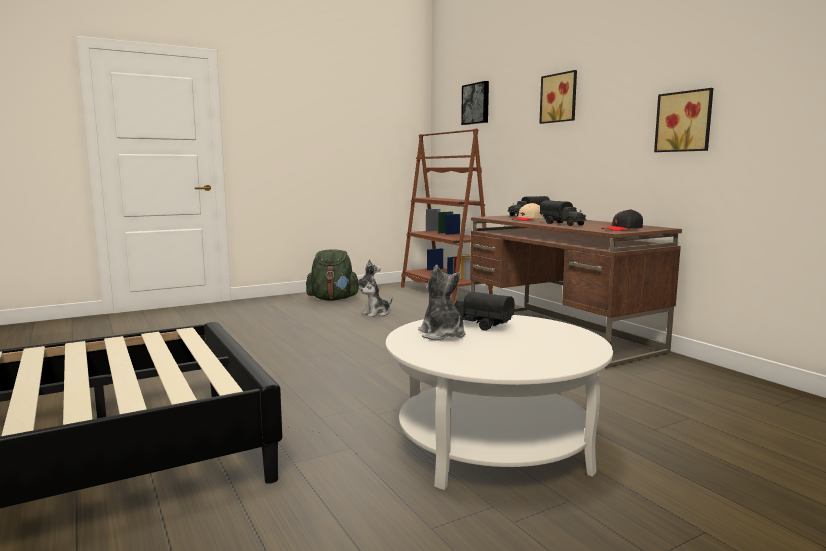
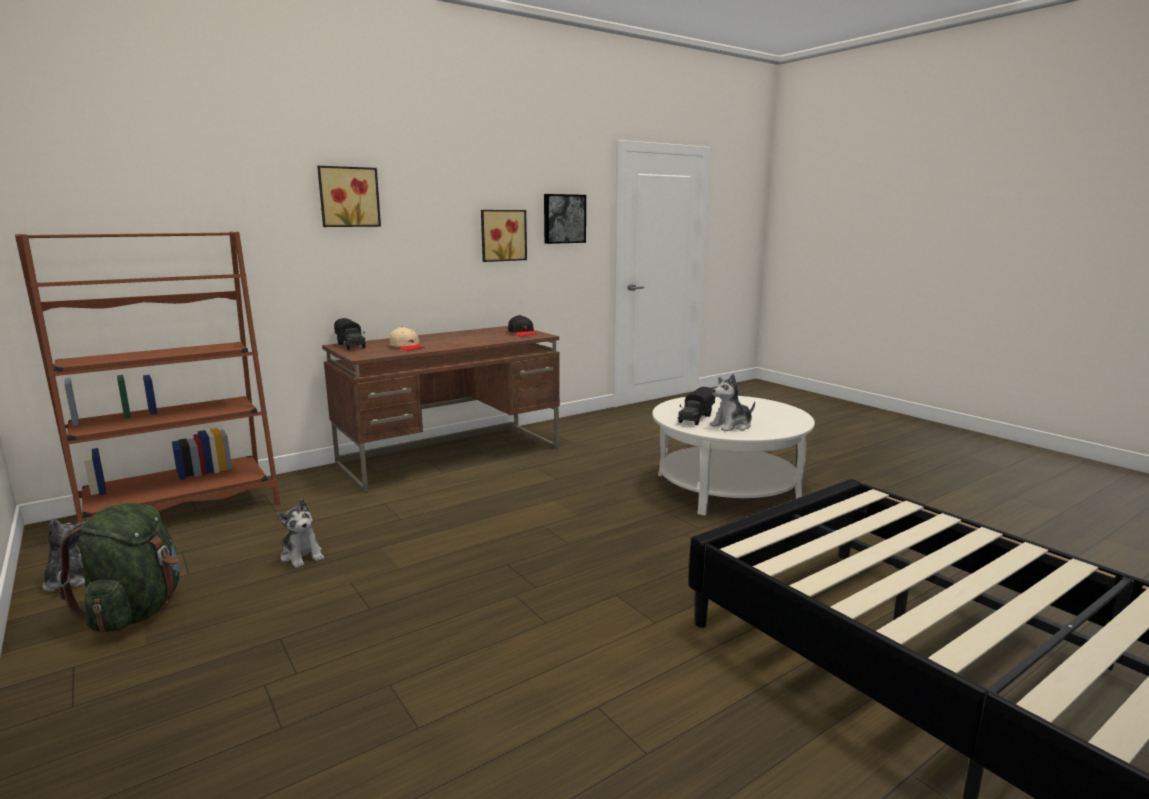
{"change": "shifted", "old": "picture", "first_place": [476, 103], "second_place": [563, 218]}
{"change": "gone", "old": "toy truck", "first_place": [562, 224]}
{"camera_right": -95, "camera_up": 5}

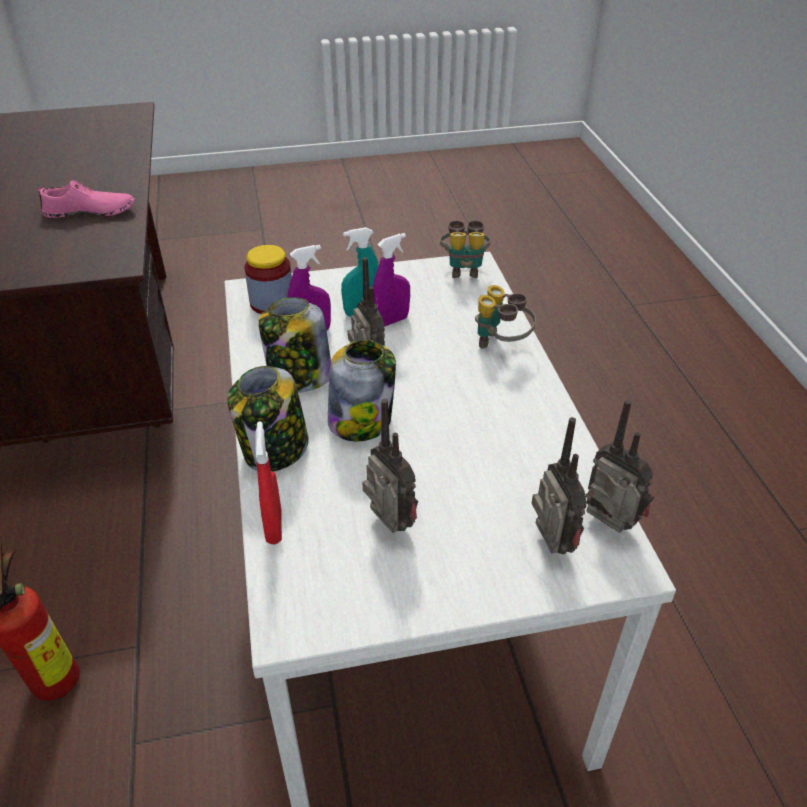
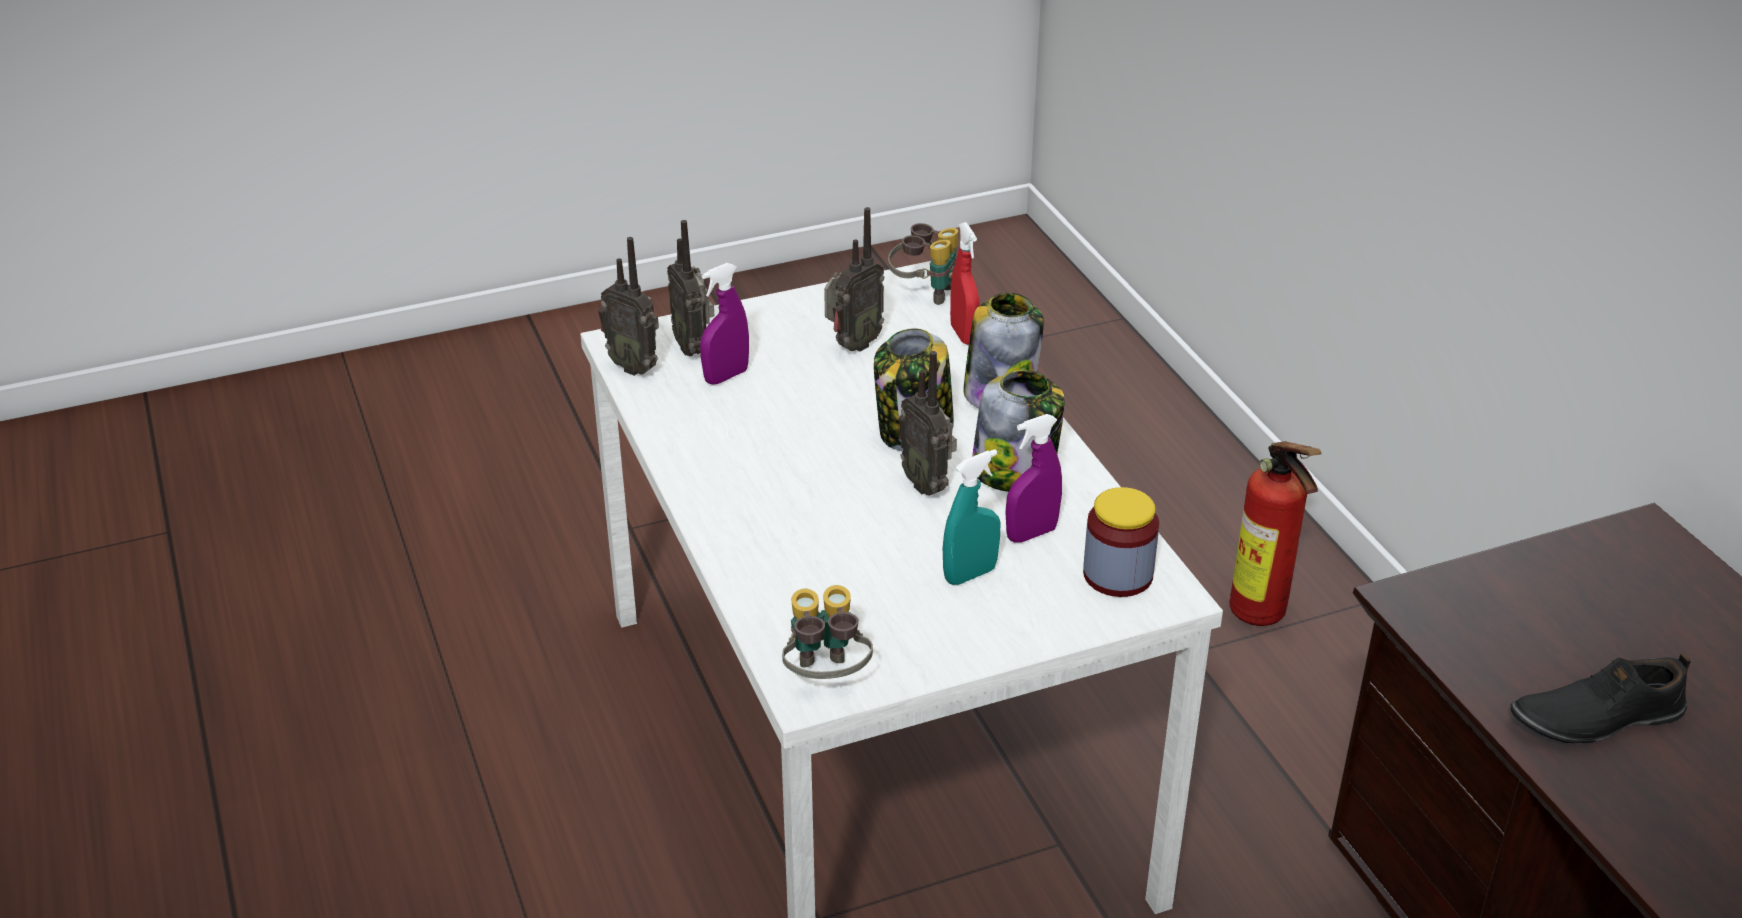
{"change": "repainted", "old": "shoe in pink", "new": "shoe in black", "first_place": [90, 212], "second_place": [1595, 717]}
{"change": "shifted", "old": "spray bottle in purple", "first_place": [391, 321], "second_place": [726, 376]}
{"change": "shifted", "old": "binoculars", "first_place": [501, 345], "second_place": [925, 292]}
{"change": "rotated", "old": "radio", "first_place": [389, 527], "second_place": [852, 346], "degrees": -90}
{"camera_right": 170, "camera_up": -5}

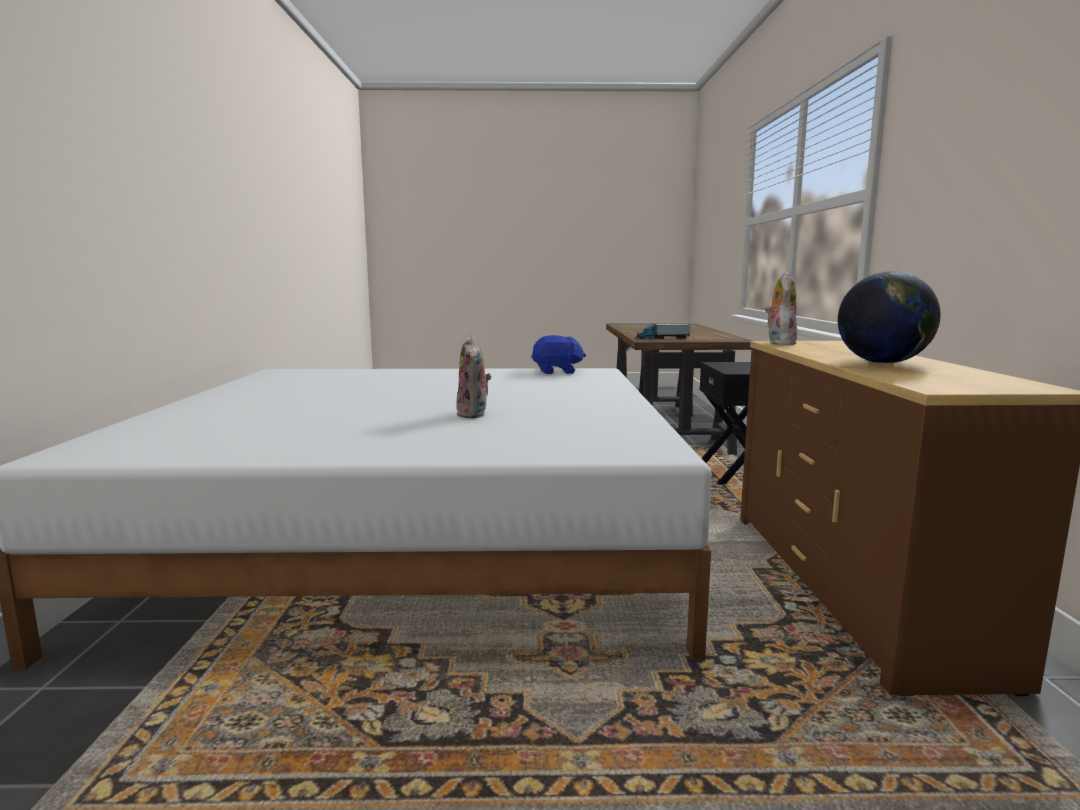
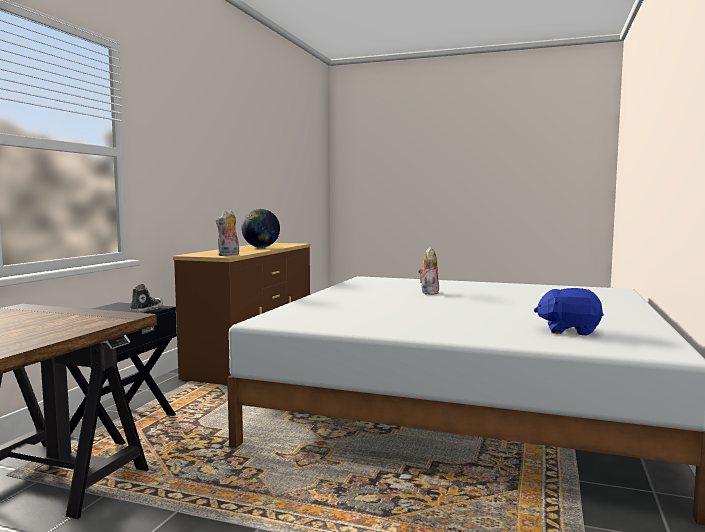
{"change": "gone", "old": "toy truck", "first_place": [662, 338]}
{"change": "shifted", "old": "plush toy in blue", "first_place": [557, 372], "second_place": [569, 331]}
{"change": "new", "new": "shoe", "second_place": [146, 310]}
{"camera_right": -160, "camera_up": -5}

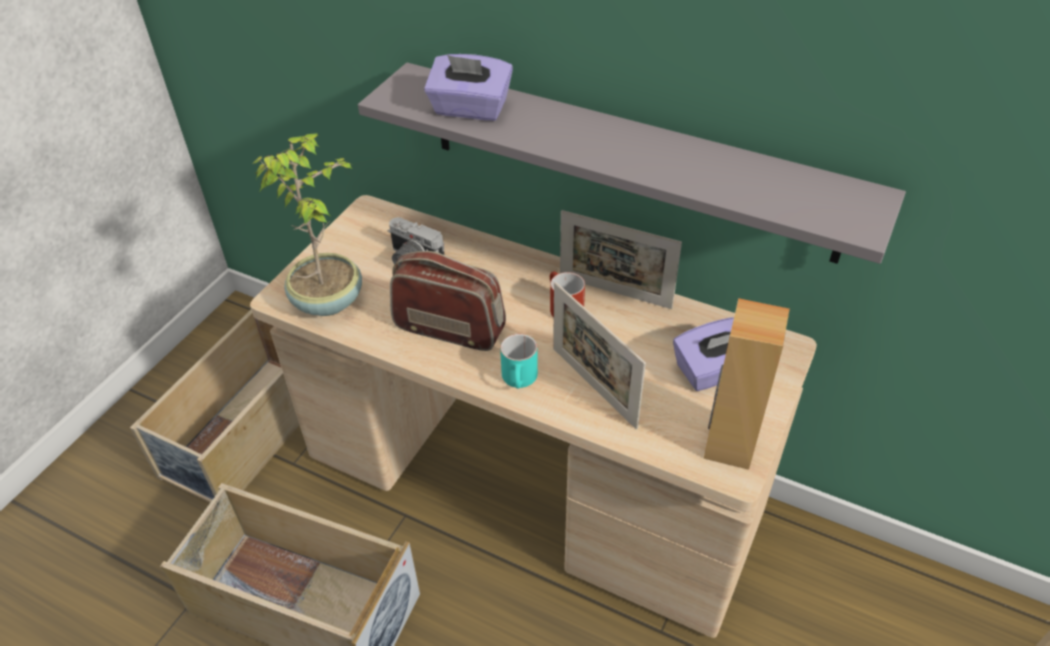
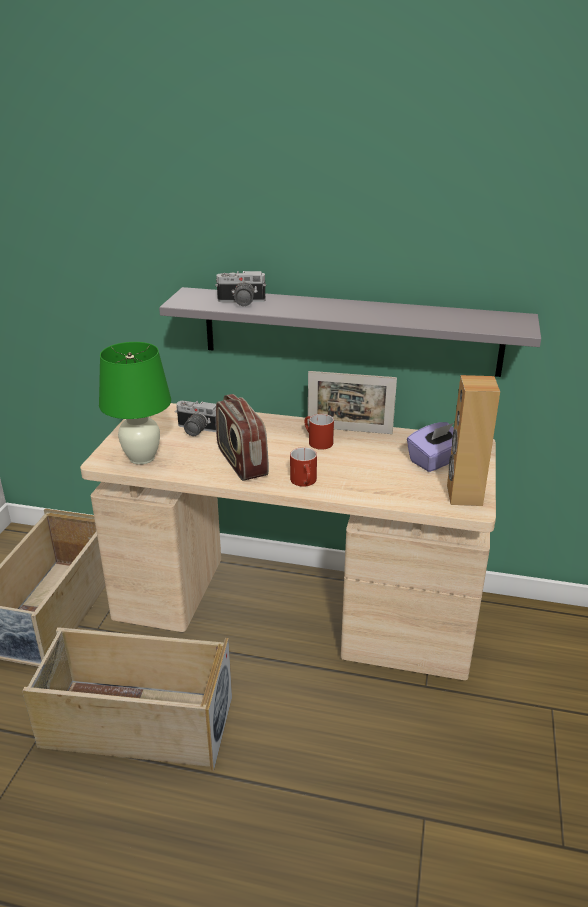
{"change": "swapped", "old": "tissue box in purple", "new": "photo camera", "first_place": [470, 109], "second_place": [241, 303]}
{"change": "swapped", "old": "potted plant", "new": "table lamp in green", "first_place": [328, 299], "second_place": [142, 458]}
{"change": "rotated", "old": "radio", "first_place": [450, 328], "second_place": [241, 462], "degrees": -120}
{"change": "gone", "old": "picture frame", "first_place": [593, 387]}
{"change": "repainted", "old": "mug in turquoise", "new": "mug in red", "first_place": [520, 380], "second_place": [305, 482]}
{"camera_right": -15, "camera_up": -15}

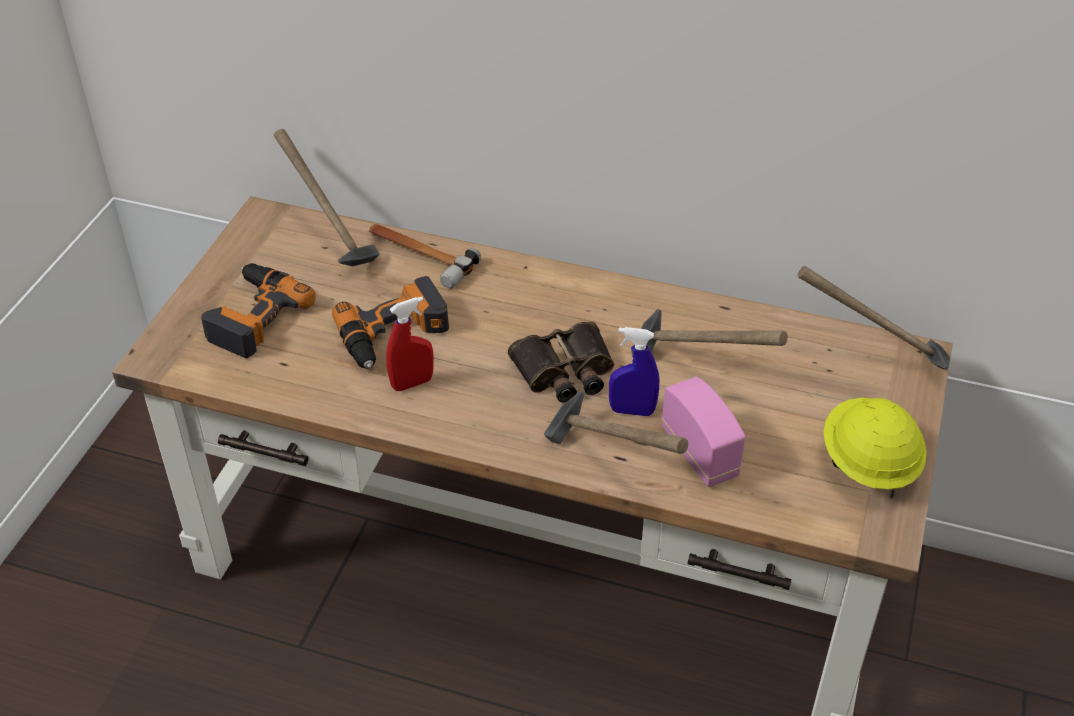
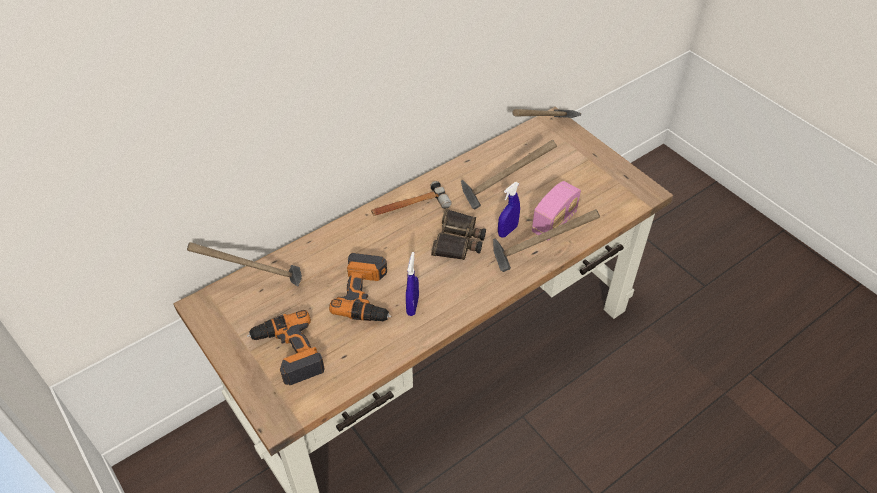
{"change": "shifted", "old": "hammer", "first_place": [419, 255], "second_place": [409, 207]}
{"change": "repainted", "old": "spray bottle in red", "new": "spray bottle in blue", "first_place": [412, 383], "second_place": [412, 306]}
{"change": "rotated", "old": "radio", "first_place": [699, 453], "second_place": [554, 223], "degrees": 120}
{"change": "gone", "old": "hard hat in yellow", "first_place": [868, 464]}
{"camera_right": -55, "camera_up": 5}

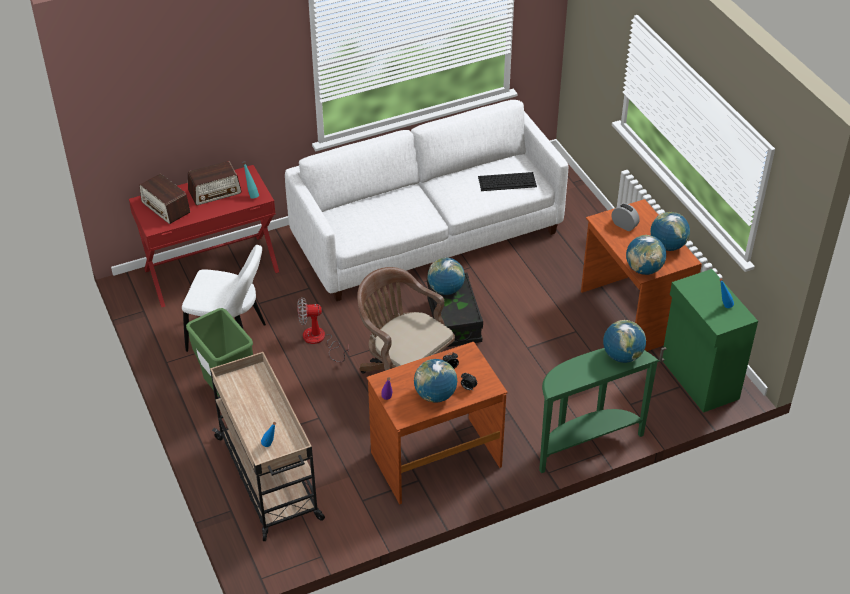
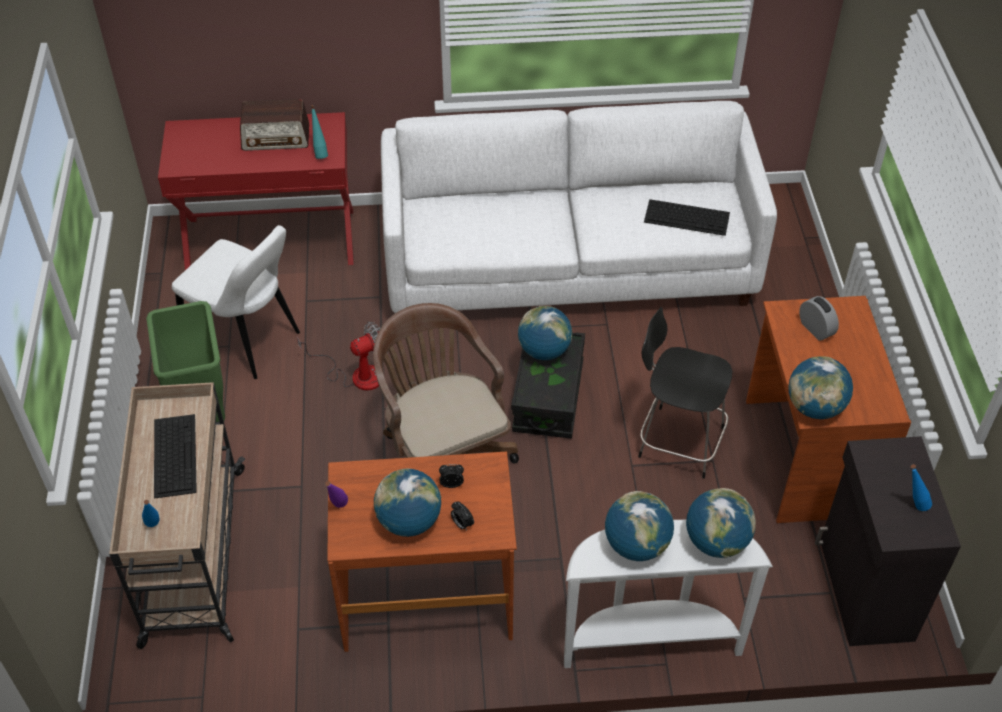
{"change": "gone", "old": "radio", "first_place": [166, 208]}
{"change": "shifted", "old": "globe", "first_place": [667, 246], "second_place": [636, 545]}
{"change": "repainted", "old": "cabinet in green", "new": "cabinet in black", "first_place": [698, 379], "second_place": [864, 590]}
{"change": "rotated", "old": "fan", "first_place": [319, 340], "second_place": [356, 374], "degrees": 135}
{"change": "repainted", "old": "console table in green", "new": "console table in white", "first_place": [585, 443], "second_place": [649, 640]}
{"change": "new", "new": "stool in black", "second_place": [677, 441]}
{"change": "new", "new": "keyboard", "second_place": [174, 454]}
{"camera_right": 20, "camera_up": 5}

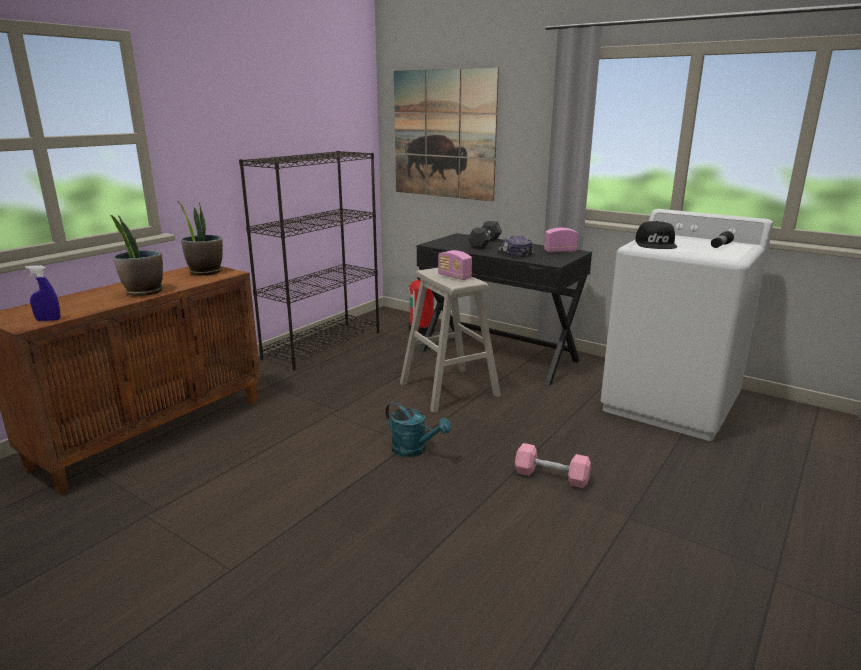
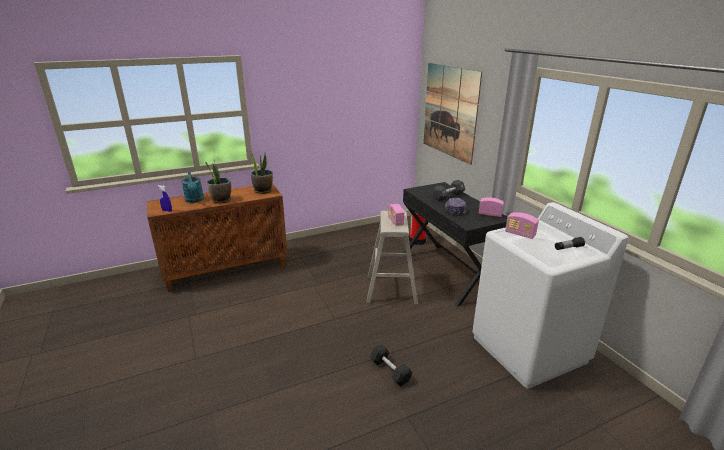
{"change": "gone", "old": "bookcase in black", "first_place": [323, 344]}
{"change": "swapped", "old": "cap in black", "new": "radio", "first_place": [656, 244], "second_place": [520, 234]}
{"change": "shifted", "old": "watering can in turquoise", "first_place": [414, 450], "second_place": [195, 200]}
{"change": "repainted", "old": "dumbbell in pink", "new": "dumbbell in black", "first_place": [551, 476], "second_place": [390, 371]}
{"camera_right": 30, "camera_up": 5}

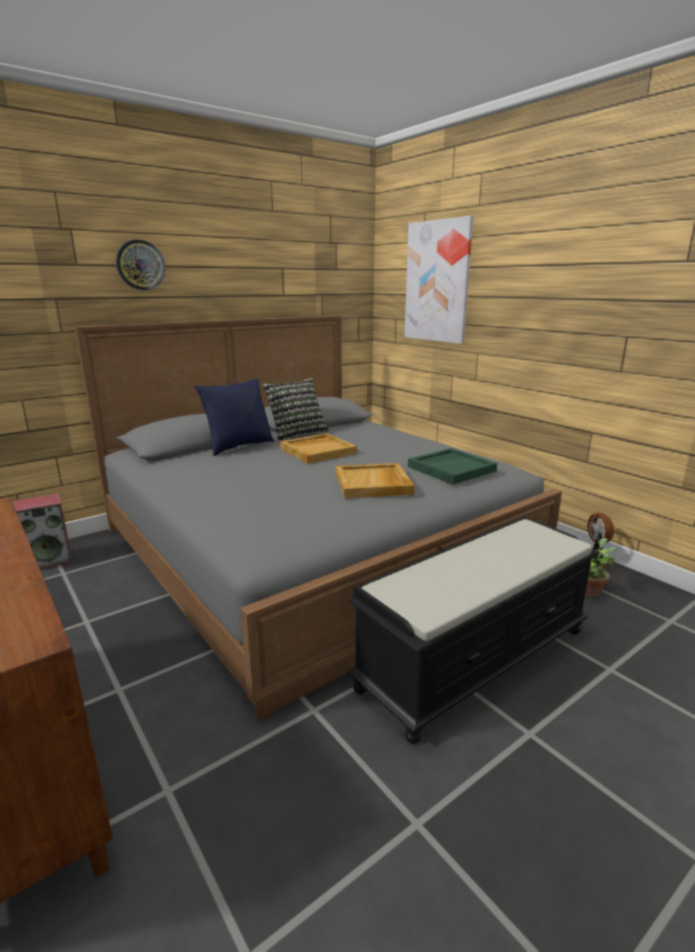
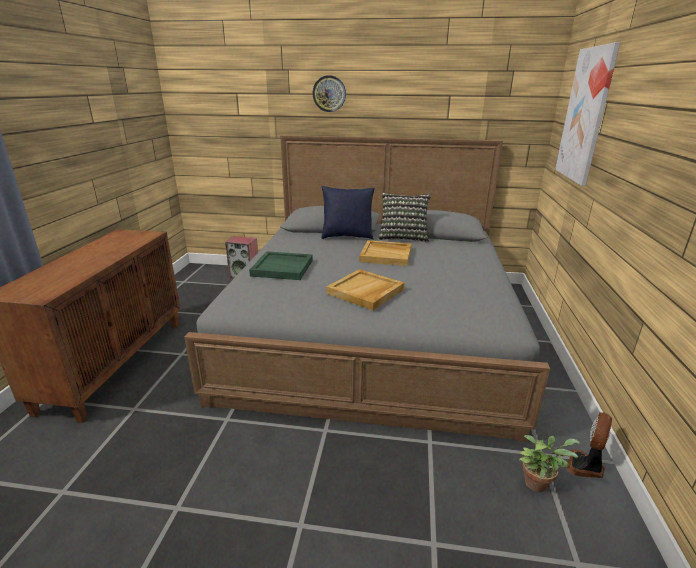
{"change": "shifted", "old": "tray in green", "first_place": [451, 468], "second_place": [283, 268]}
{"change": "gone", "old": "bench in black", "first_place": [474, 656]}
{"camera_right": 45, "camera_up": 5}

